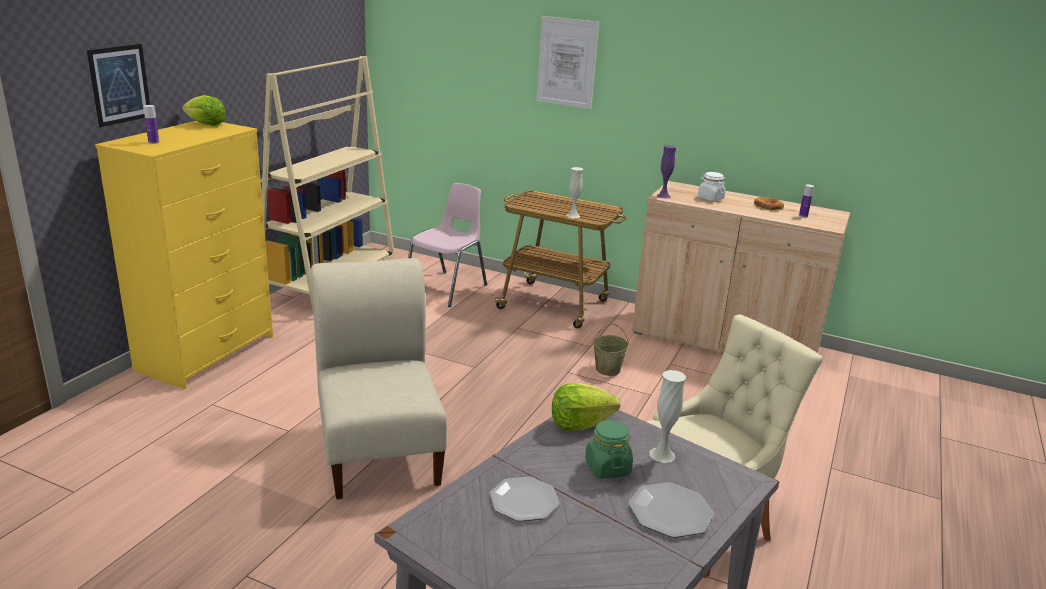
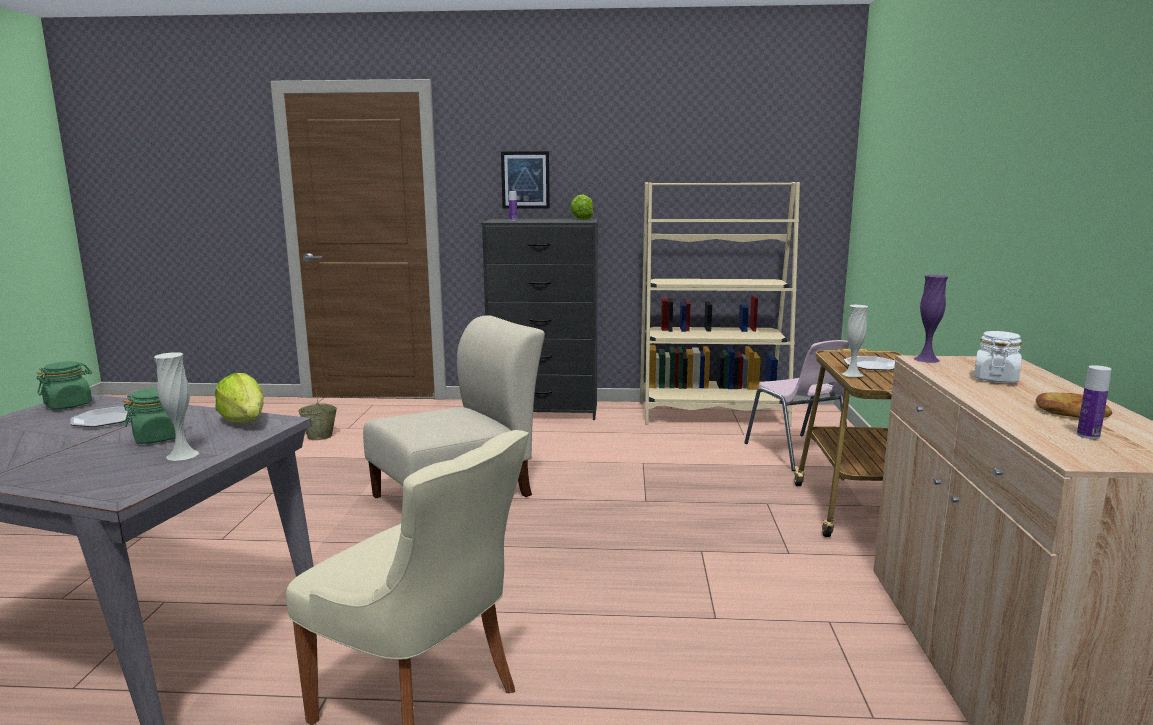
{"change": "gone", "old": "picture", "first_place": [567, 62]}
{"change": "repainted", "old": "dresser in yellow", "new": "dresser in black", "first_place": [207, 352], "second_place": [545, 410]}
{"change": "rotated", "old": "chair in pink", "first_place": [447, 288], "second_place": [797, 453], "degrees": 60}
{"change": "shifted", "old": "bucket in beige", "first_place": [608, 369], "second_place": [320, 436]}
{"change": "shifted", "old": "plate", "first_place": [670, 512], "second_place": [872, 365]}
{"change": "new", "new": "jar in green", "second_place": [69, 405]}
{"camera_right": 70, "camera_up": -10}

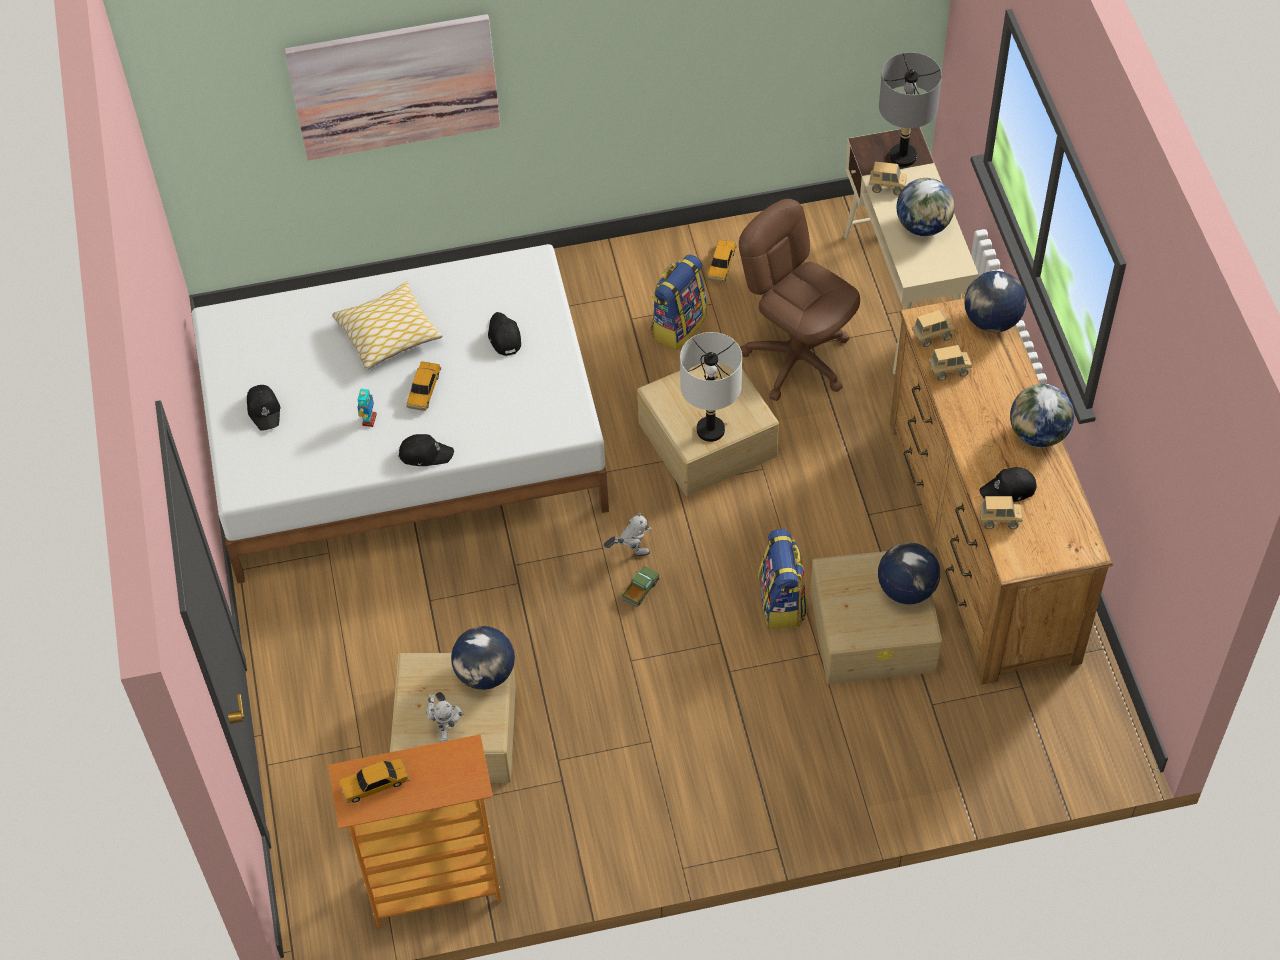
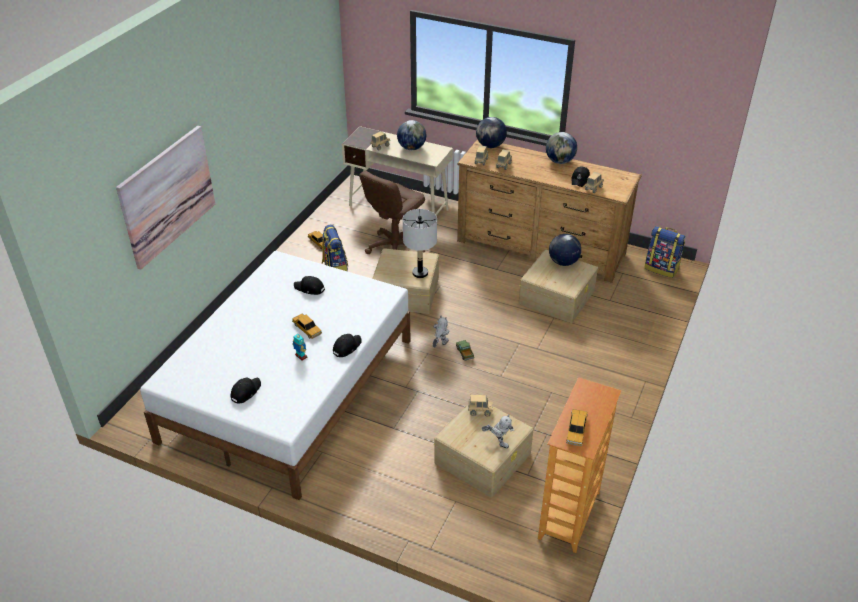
{"change": "gone", "old": "table lamp in grey", "first_place": [902, 157]}
{"change": "rotated", "old": "office chair in brown", "first_place": [797, 359], "second_place": [395, 248], "degrees": -45}
{"change": "gone", "old": "pillow", "first_place": [388, 334]}
{"change": "rotated", "old": "cap in black", "first_place": [264, 410], "second_place": [245, 392], "degrees": -75}
{"change": "shifted", "old": "backpack", "first_place": [782, 603], "second_place": [661, 268]}
{"change": "swapped", "old": "globe", "new": "toy truck", "first_place": [485, 674], "second_place": [480, 411]}
{"camera_right": -55, "camera_up": -15}

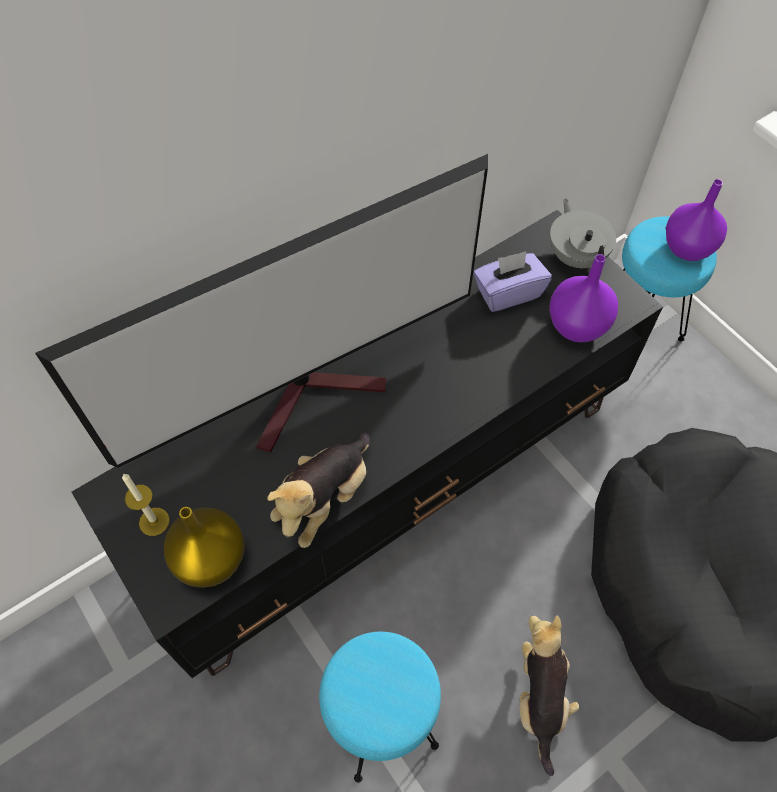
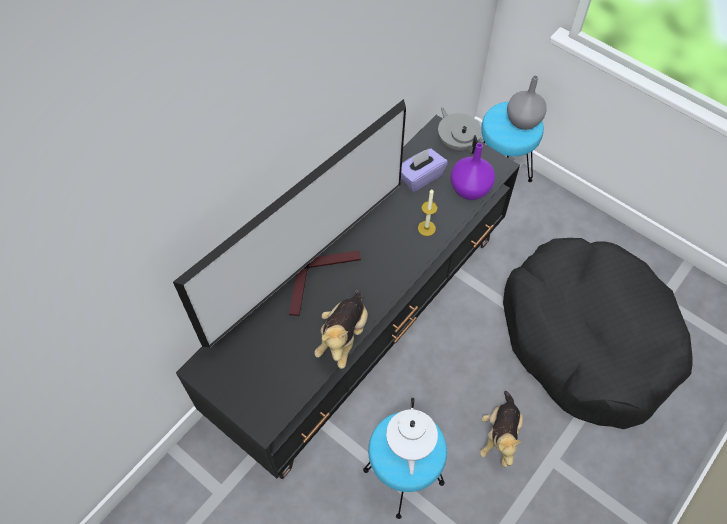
{"change": "repainted", "old": "vase in purple", "new": "vase in grey", "first_place": [687, 249], "second_place": [523, 122]}
{"change": "shifted", "old": "candle", "first_place": [154, 521], "second_place": [426, 228]}
{"change": "gone", "old": "vase in yellow", "first_place": [210, 559]}
{"change": "rotated", "old": "plush toy", "first_place": [540, 697], "second_place": [500, 435], "degrees": -150}
{"change": "new", "new": "teapot in white", "second_place": [410, 443]}
{"camera_right": -15, "camera_up": 0}

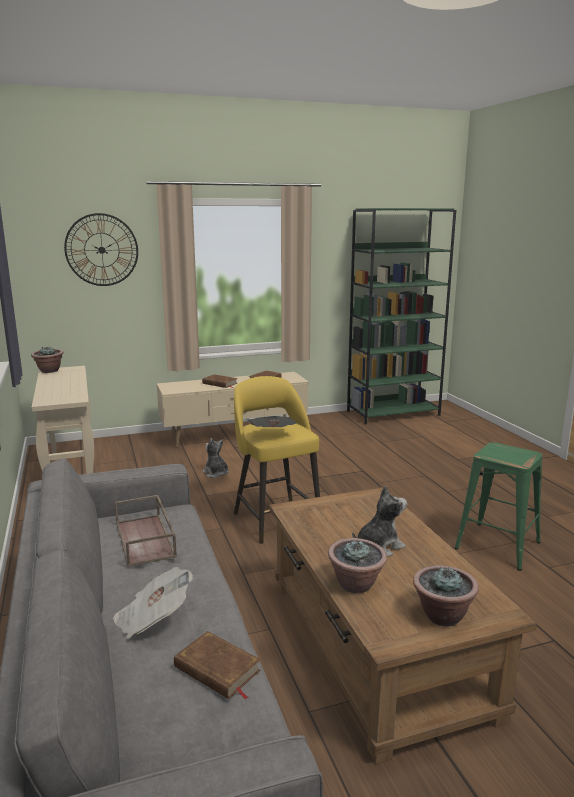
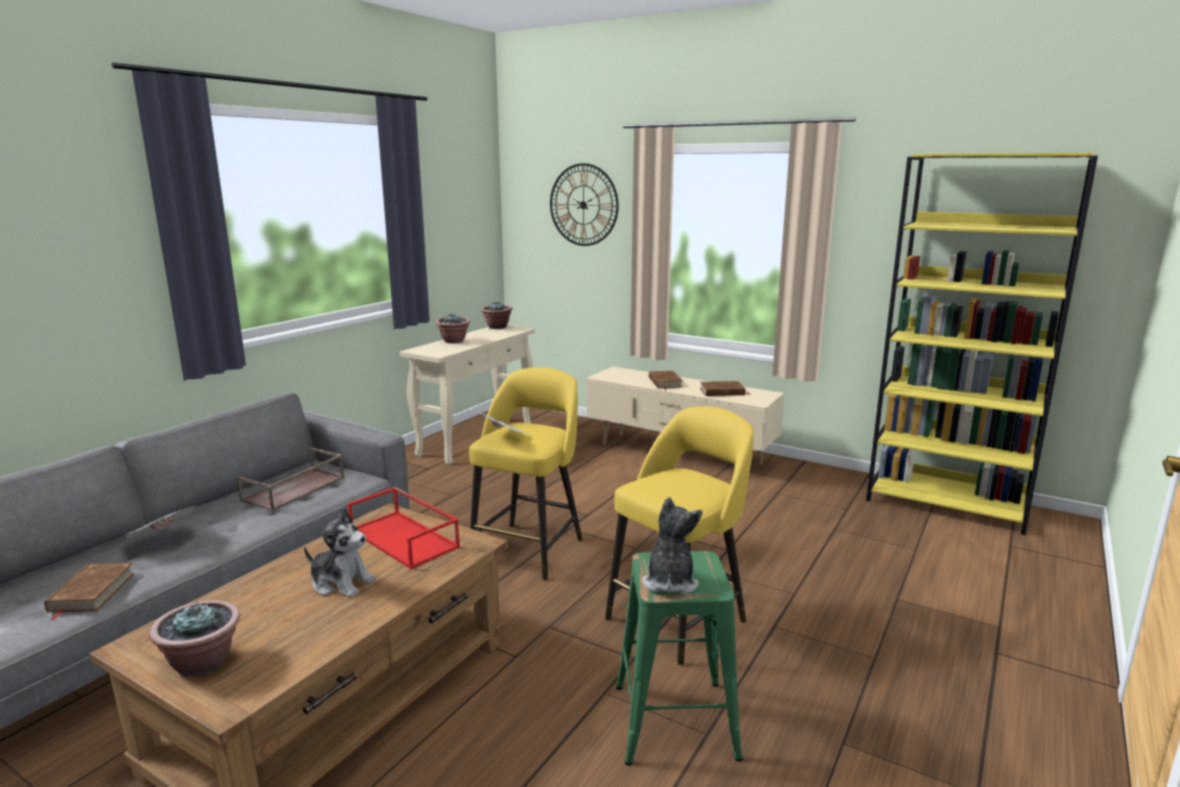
{"change": "repainted", "old": "bookcase in green", "new": "bookcase in yellow", "first_place": [393, 413], "second_place": [947, 503]}
{"change": "shifted", "old": "plush toy", "first_place": [216, 473], "second_place": [670, 582]}
{"change": "shifted", "old": "potted plant", "first_place": [356, 584], "second_place": [454, 341]}
{"change": "new", "new": "stool in yellow", "second_place": [679, 618]}
{"change": "new", "new": "tray in red", "second_place": [405, 539]}
{"camera_right": 50, "camera_up": 0}

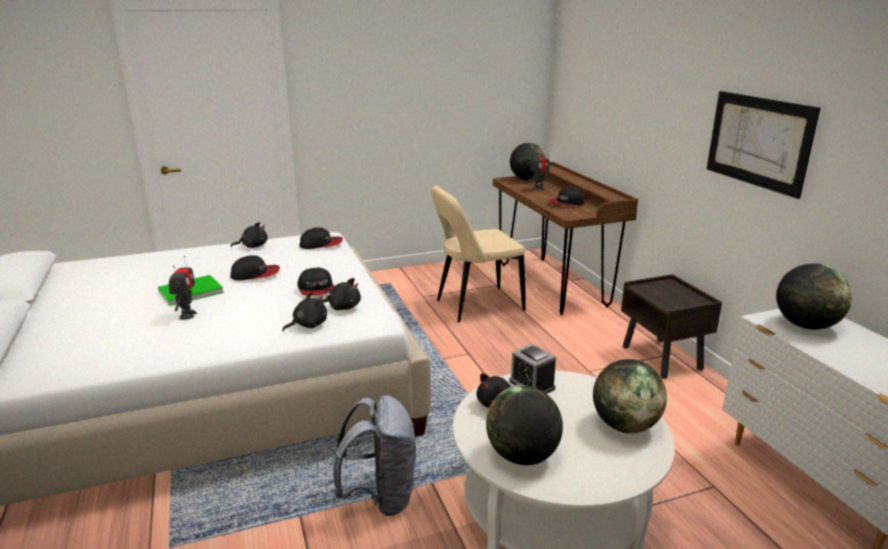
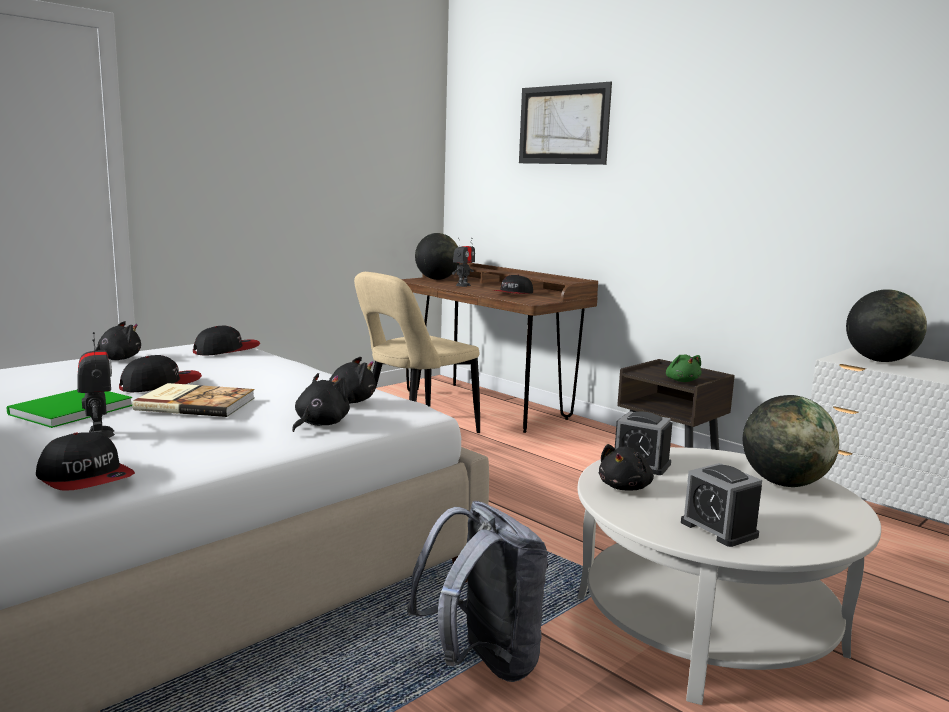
{"change": "shifted", "old": "picture", "first_place": [758, 141], "second_place": [563, 125]}
{"change": "shifted", "old": "cap", "first_place": [317, 289], "second_place": [86, 478]}
{"change": "swapped", "old": "globe", "new": "alarm clock", "first_place": [522, 456], "second_place": [719, 529]}
{"change": "new", "new": "plush toy in green", "second_place": [682, 381]}
{"change": "new", "new": "book", "second_place": [195, 403]}
{"camera_right": -25, "camera_up": -10}

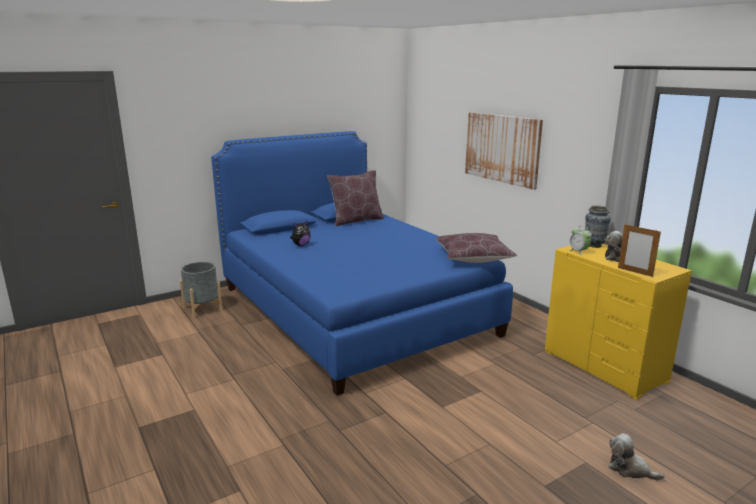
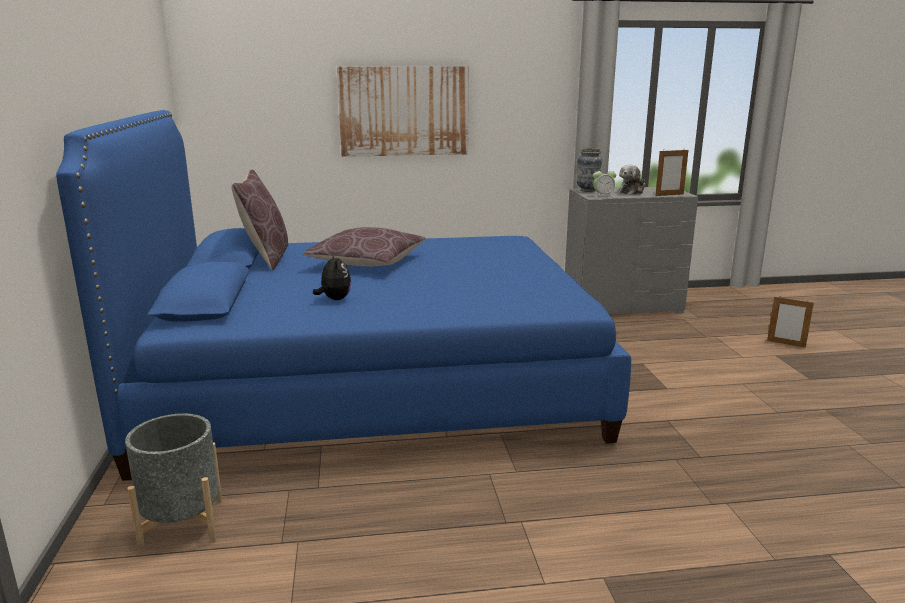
{"change": "shifted", "old": "pillow in brown", "first_place": [473, 257], "second_place": [367, 262]}
{"change": "repainted", "old": "dresser in yellow", "new": "dresser in grey", "first_place": [605, 366], "second_place": [622, 306]}
{"change": "swapped", "old": "plush toy", "new": "picture frame", "first_place": [630, 469], "second_place": [786, 344]}
{"camera_right": -65, "camera_up": 0}

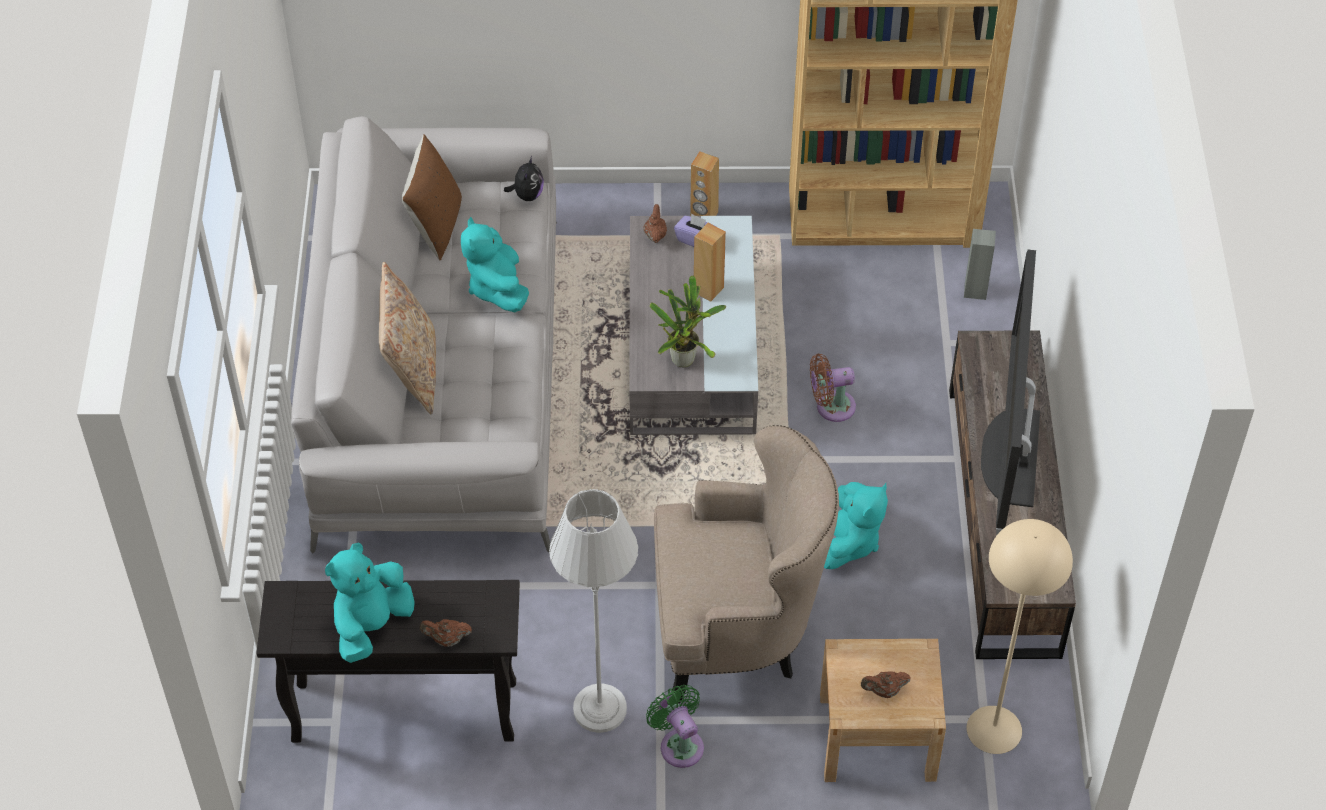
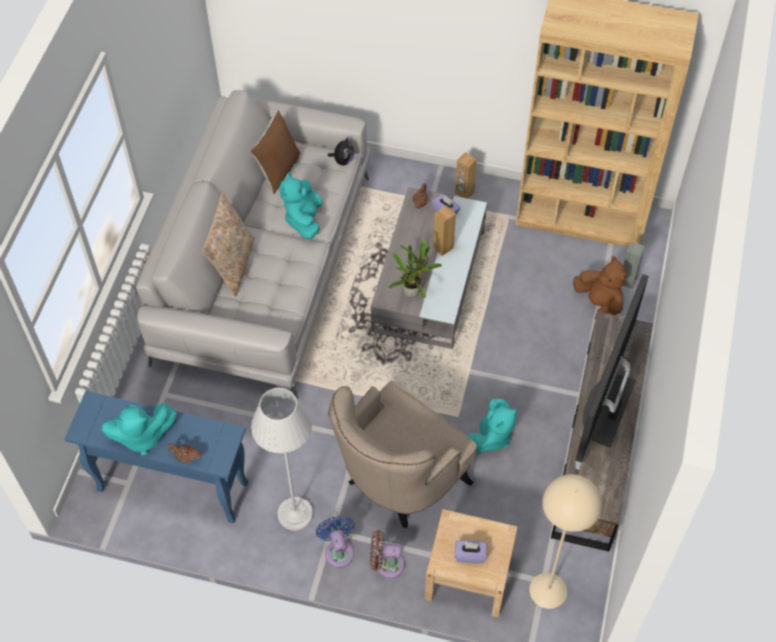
{"change": "shifted", "old": "fan in brown", "first_place": [831, 407], "second_place": [386, 564]}
{"change": "rotated", "old": "armchair in beige", "first_place": [736, 632], "second_place": [399, 482], "degrees": 120}
{"change": "rotated", "old": "plush toy in turquoise", "first_place": [371, 625], "second_place": [141, 436], "degrees": -150}
{"change": "repainted", "old": "console table in black", "new": "console table in blue", "first_place": [402, 712], "second_place": [171, 487]}
{"change": "swapped", "old": "teapot in brown", "new": "tissue box in purple", "first_place": [884, 691], "second_place": [470, 555]}
{"change": "repainted", "old": "fan in green", "new": "fan in blue", "first_place": [679, 744], "second_place": [338, 550]}
{"change": "new", "new": "plush toy in brown", "second_place": [599, 304]}
{"camera_right": 15, "camera_up": 5}

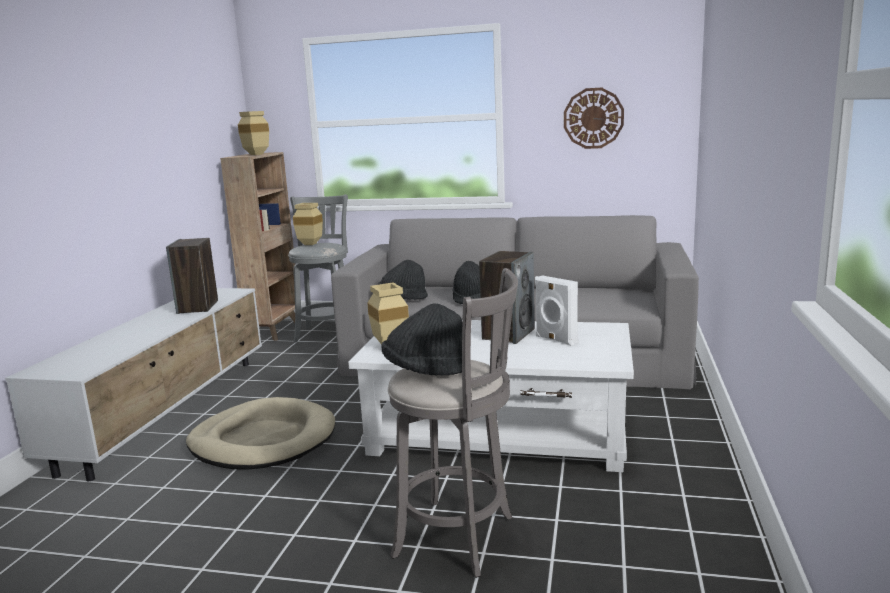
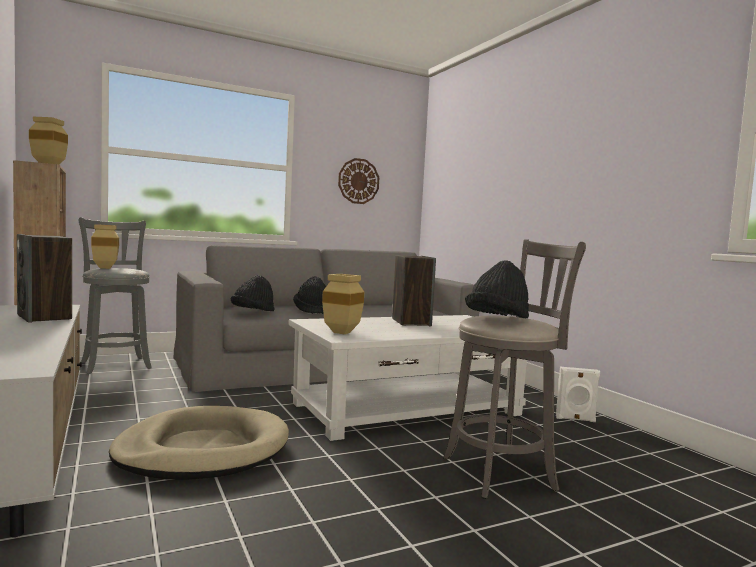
{"change": "shifted", "old": "speaker in white", "first_place": [555, 339], "second_place": [575, 419]}
{"camera_right": -40, "camera_up": -10}

